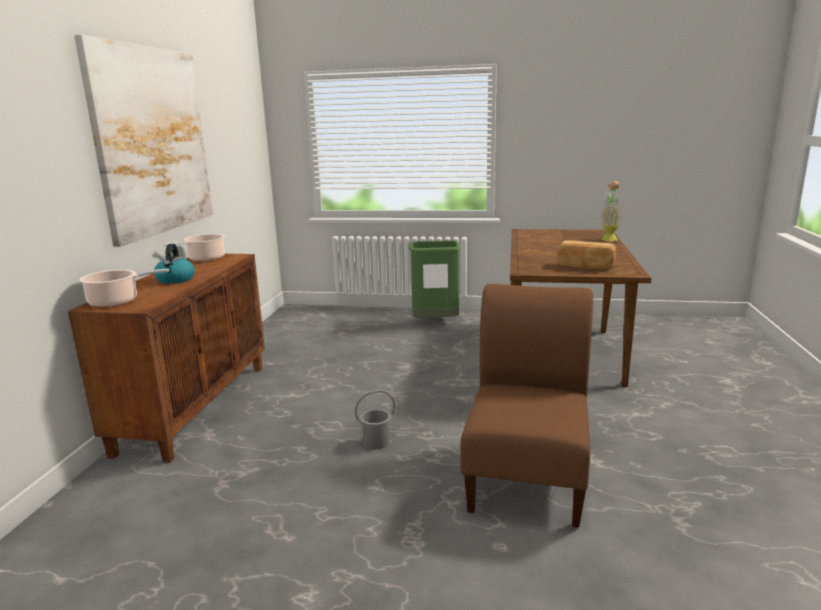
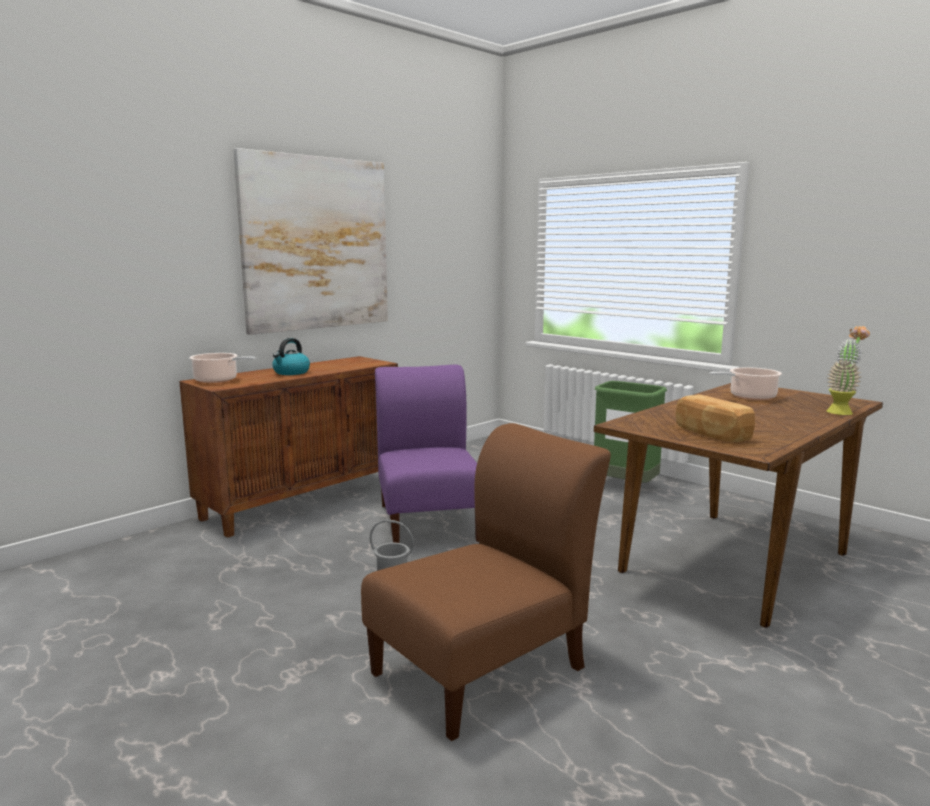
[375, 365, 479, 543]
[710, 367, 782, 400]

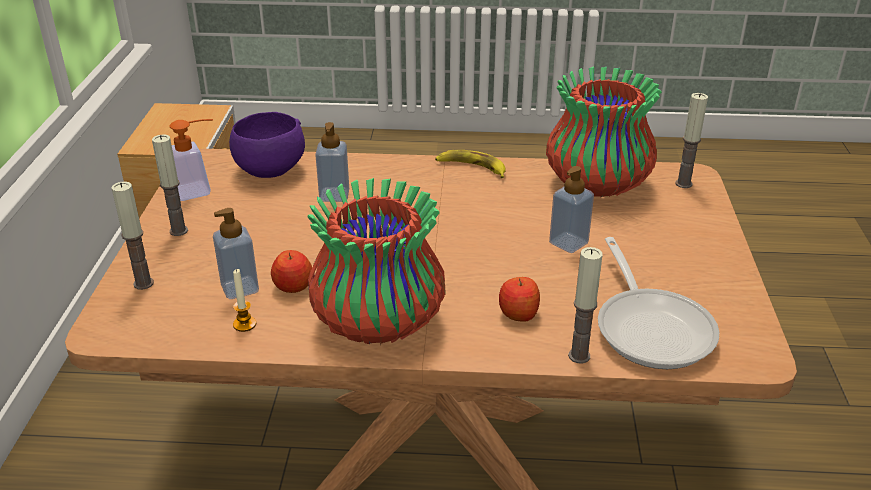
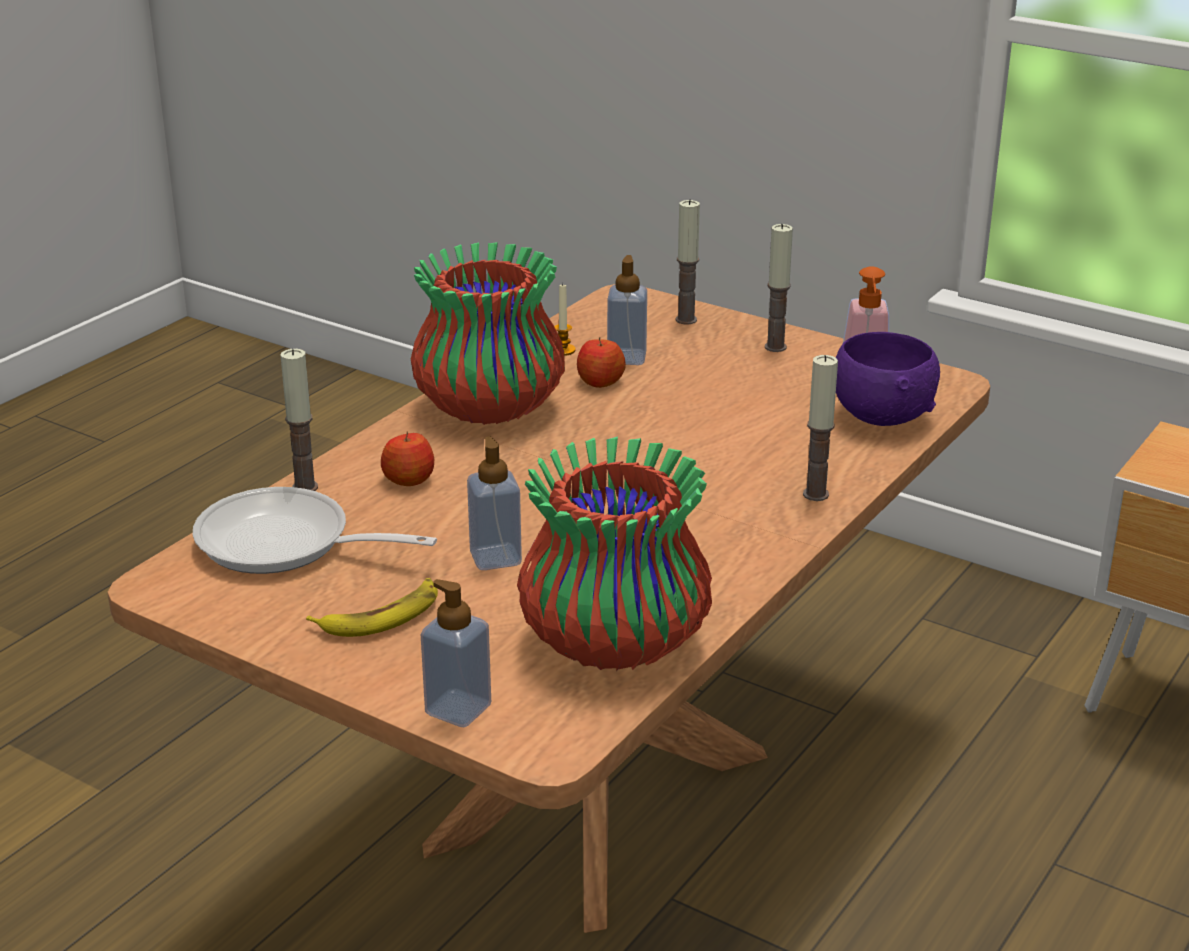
[421, 579, 491, 728]
[306, 578, 438, 637]
[803, 355, 838, 501]

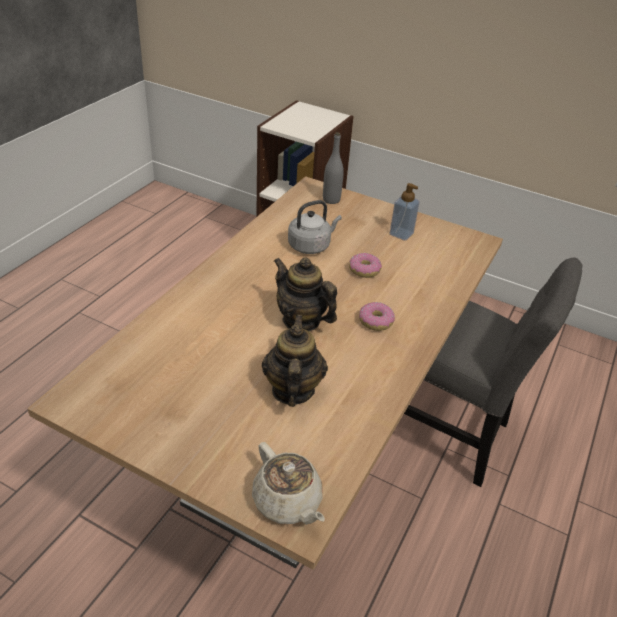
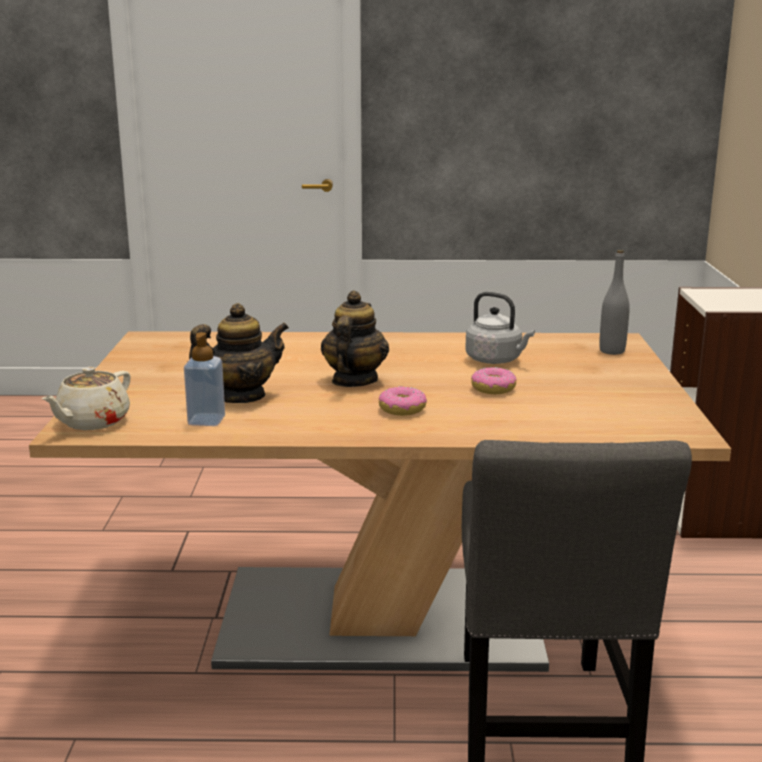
[184, 332, 225, 426]

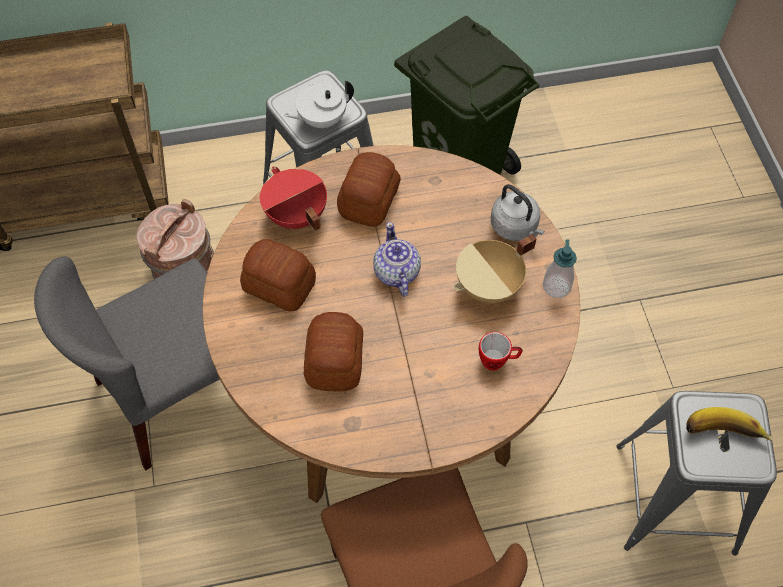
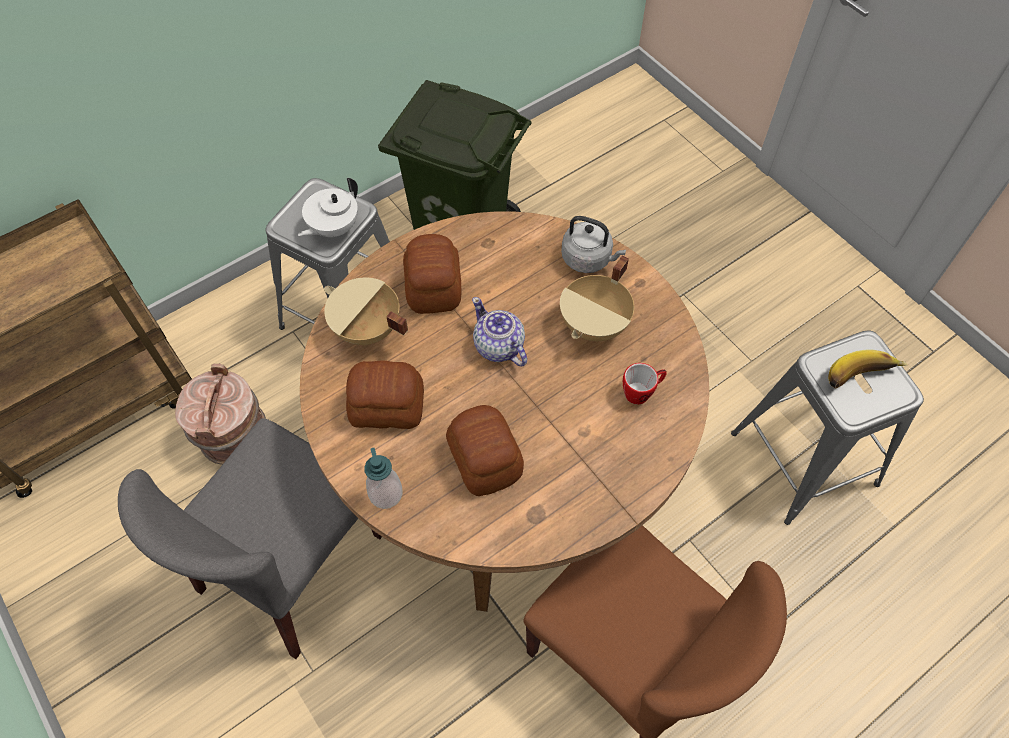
[364, 448, 403, 509]
[324, 278, 408, 345]

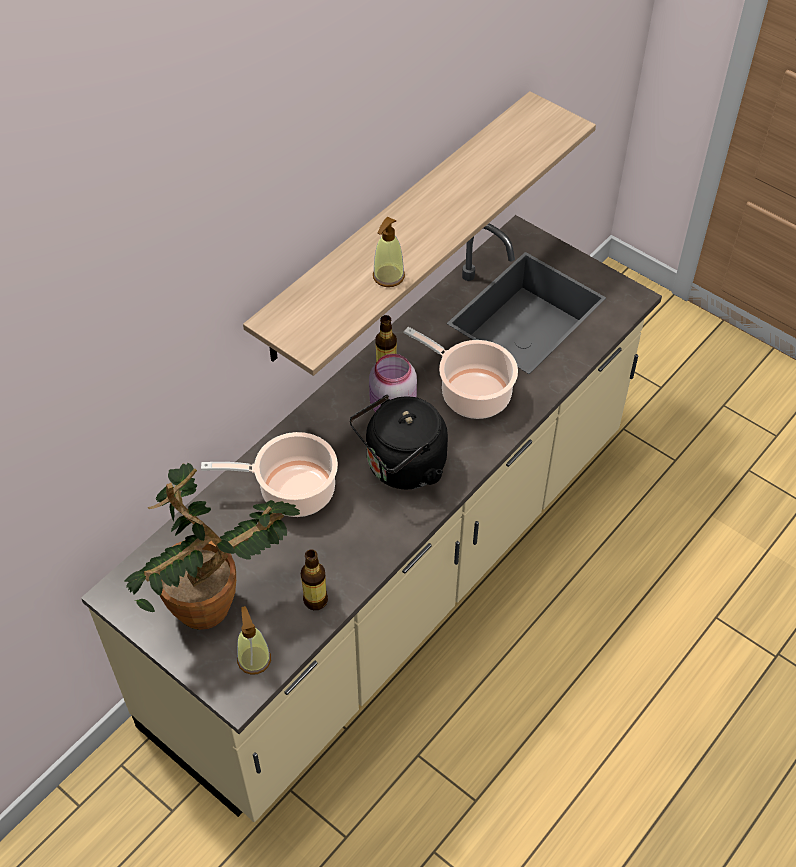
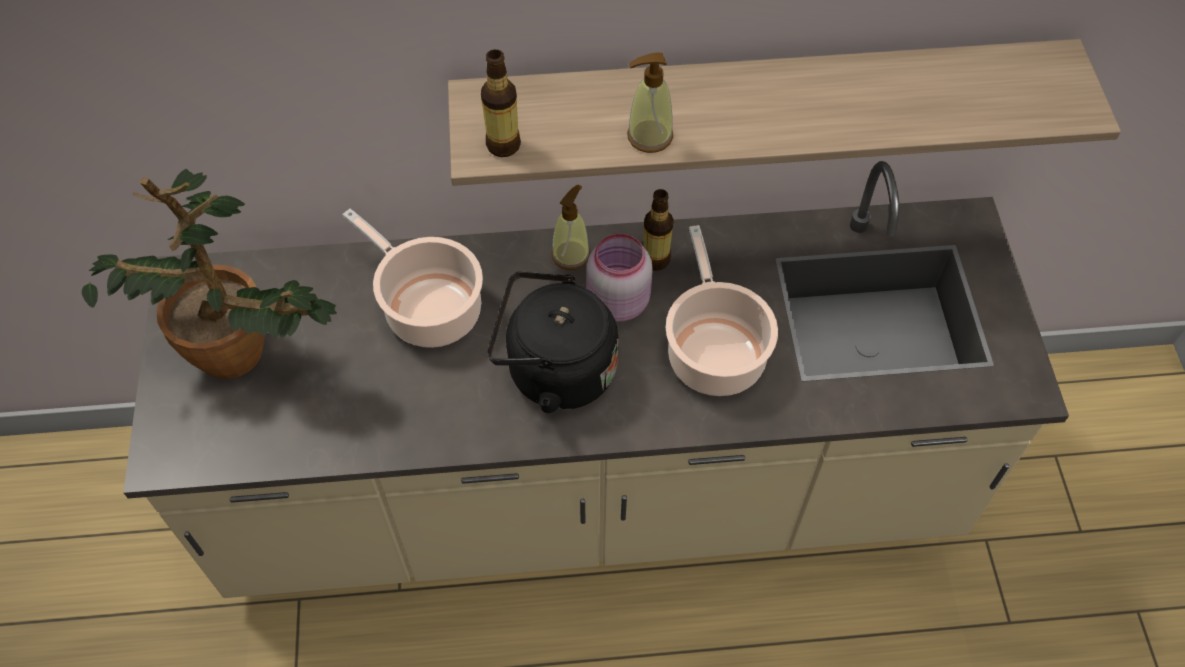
[552, 185, 590, 270]
[481, 49, 521, 157]

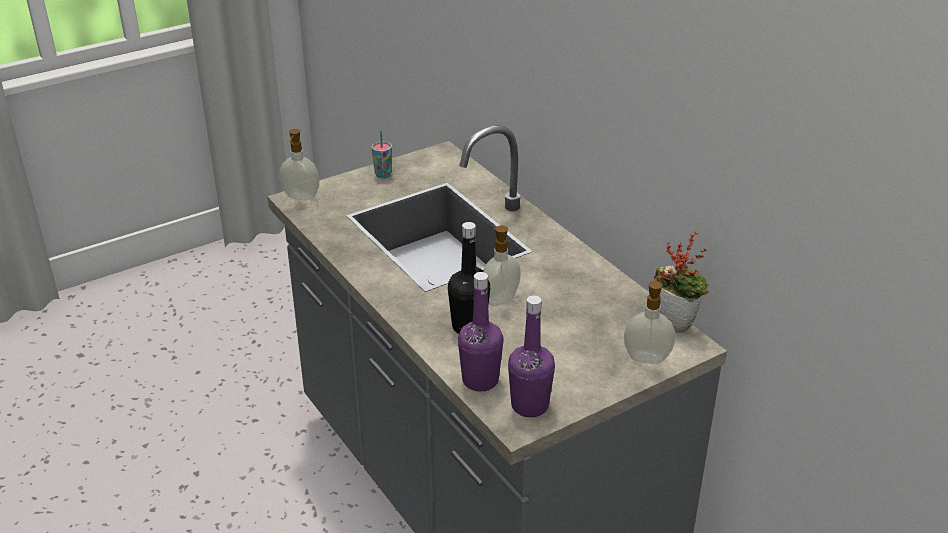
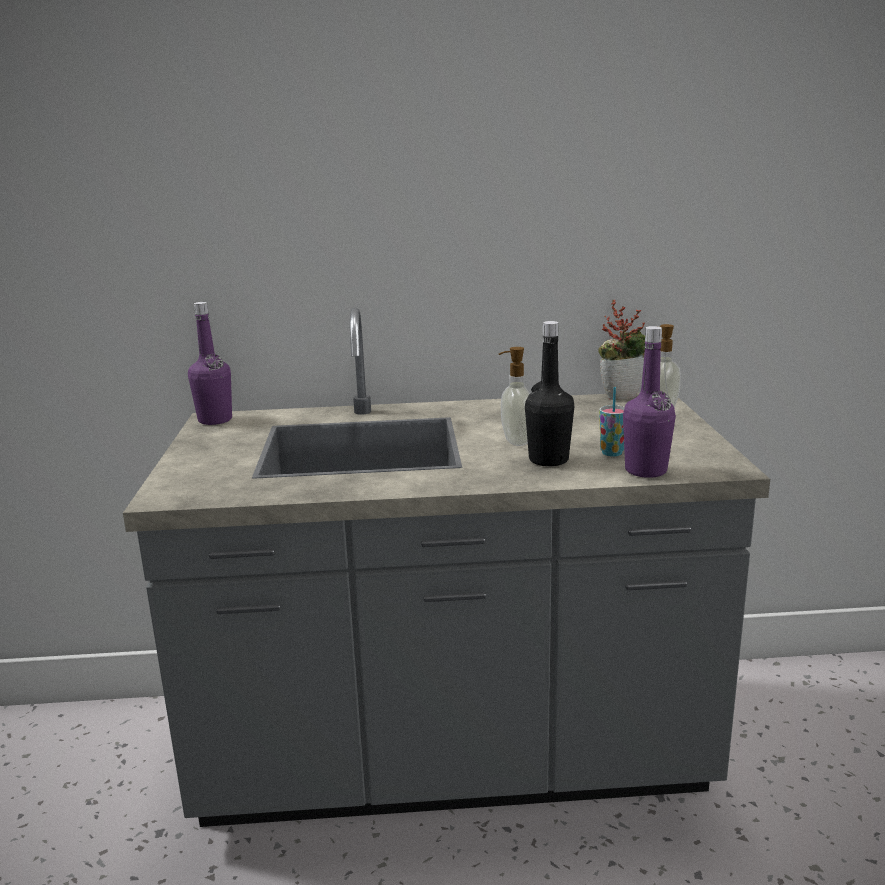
[279, 129, 320, 200] (first image)
[599, 387, 625, 457]
[188, 302, 232, 425]

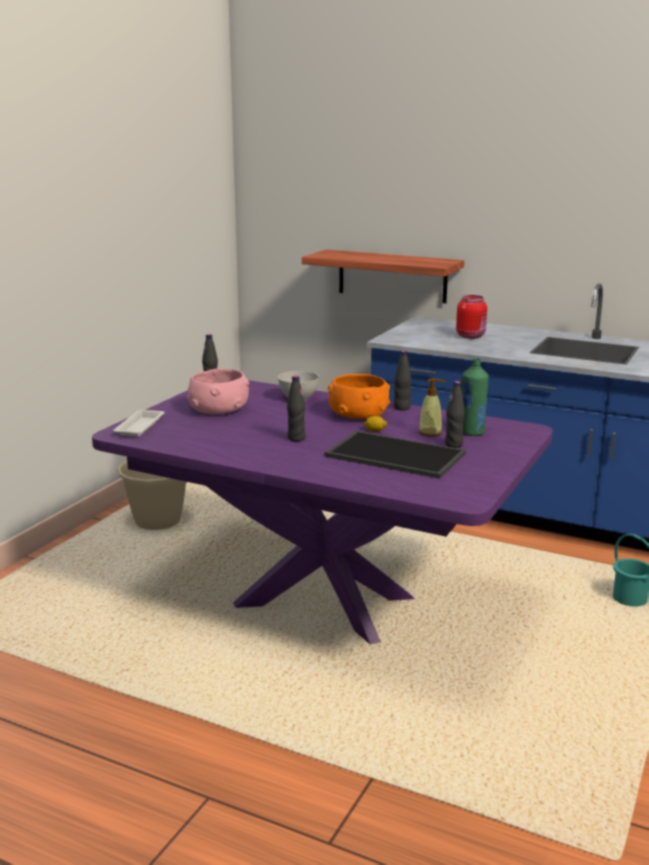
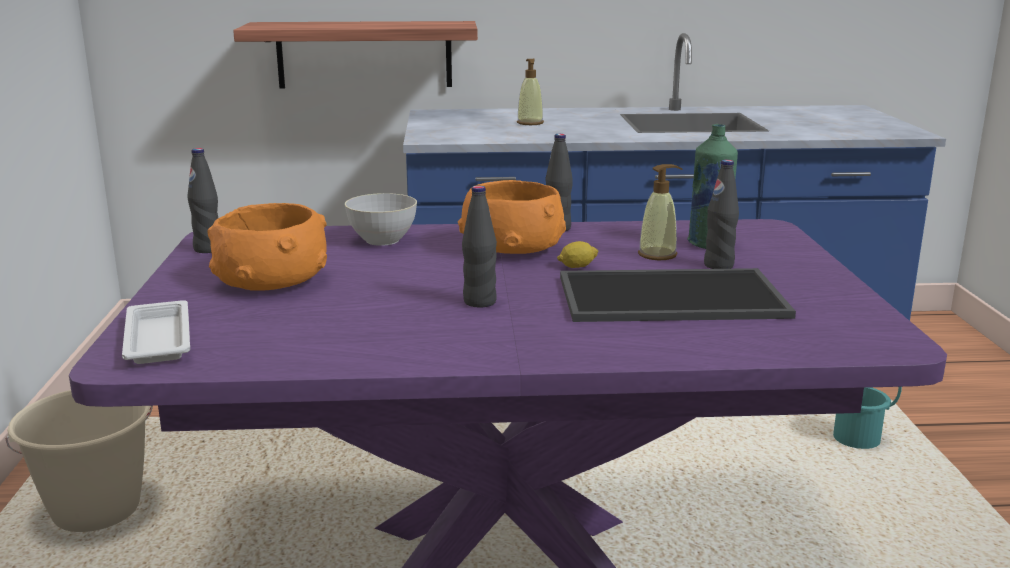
[517, 59, 544, 125]
[207, 203, 327, 291]

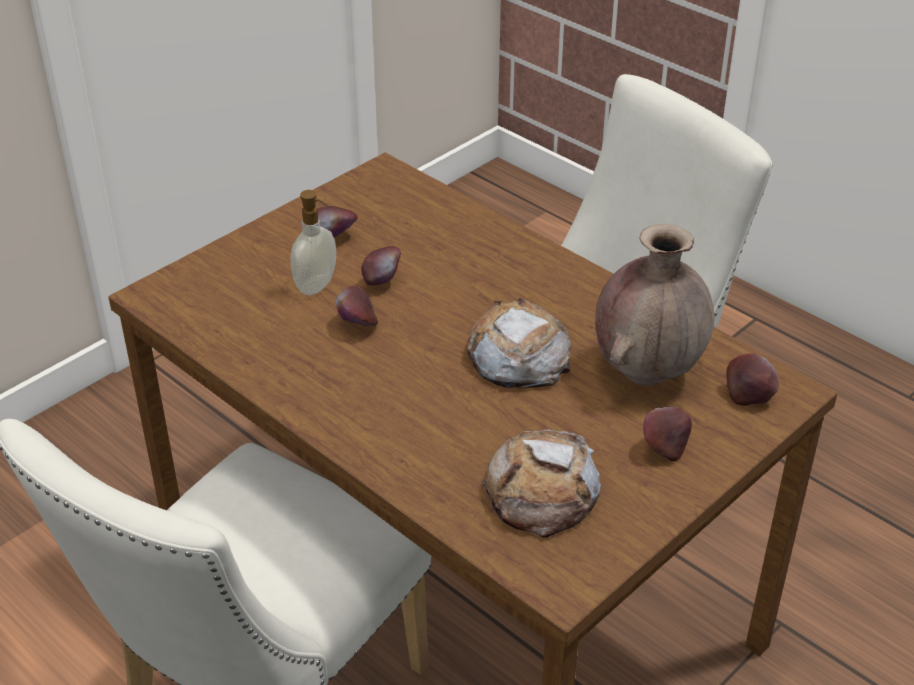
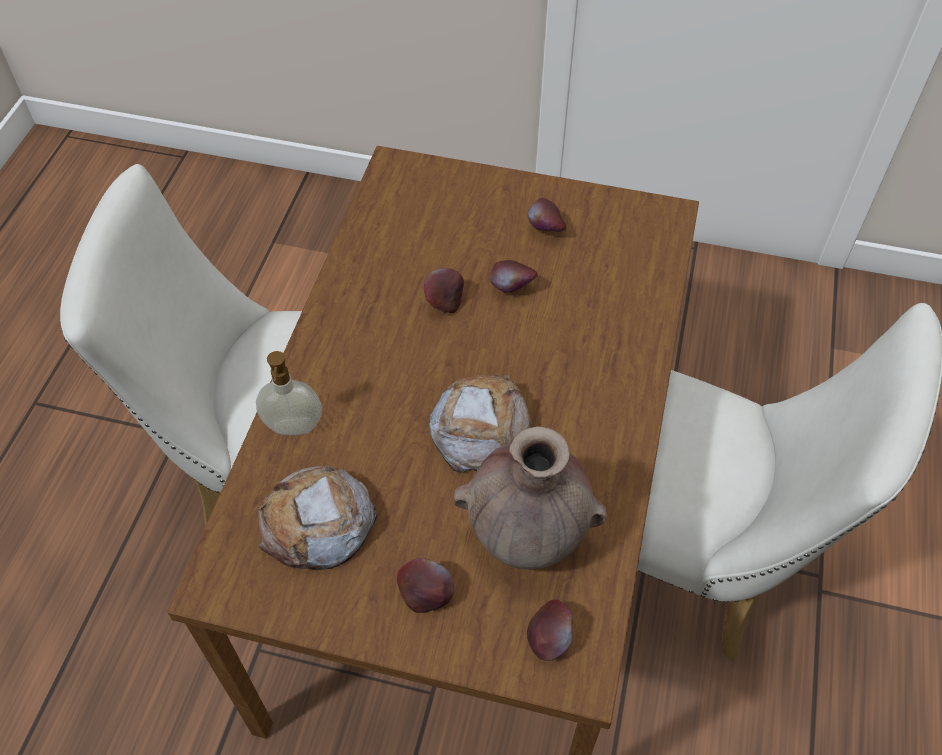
[256, 351, 322, 435]

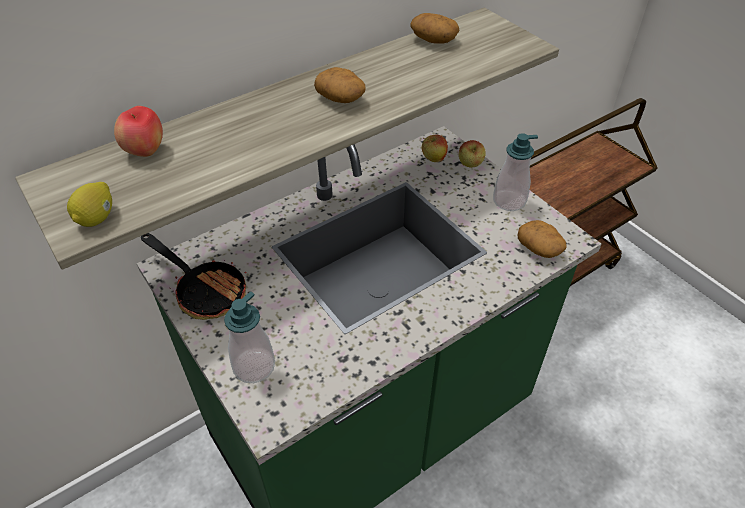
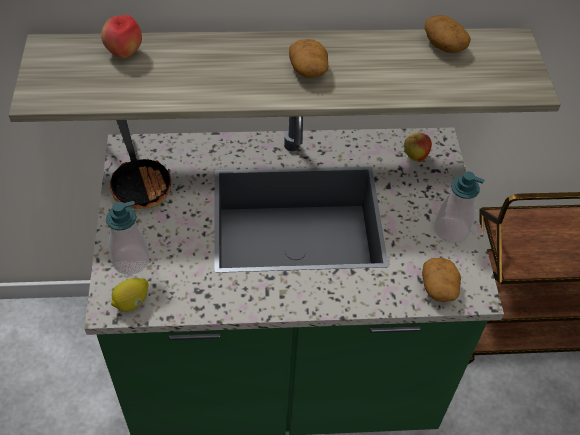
[459, 140, 486, 168] (first image)
[111, 278, 149, 312]

